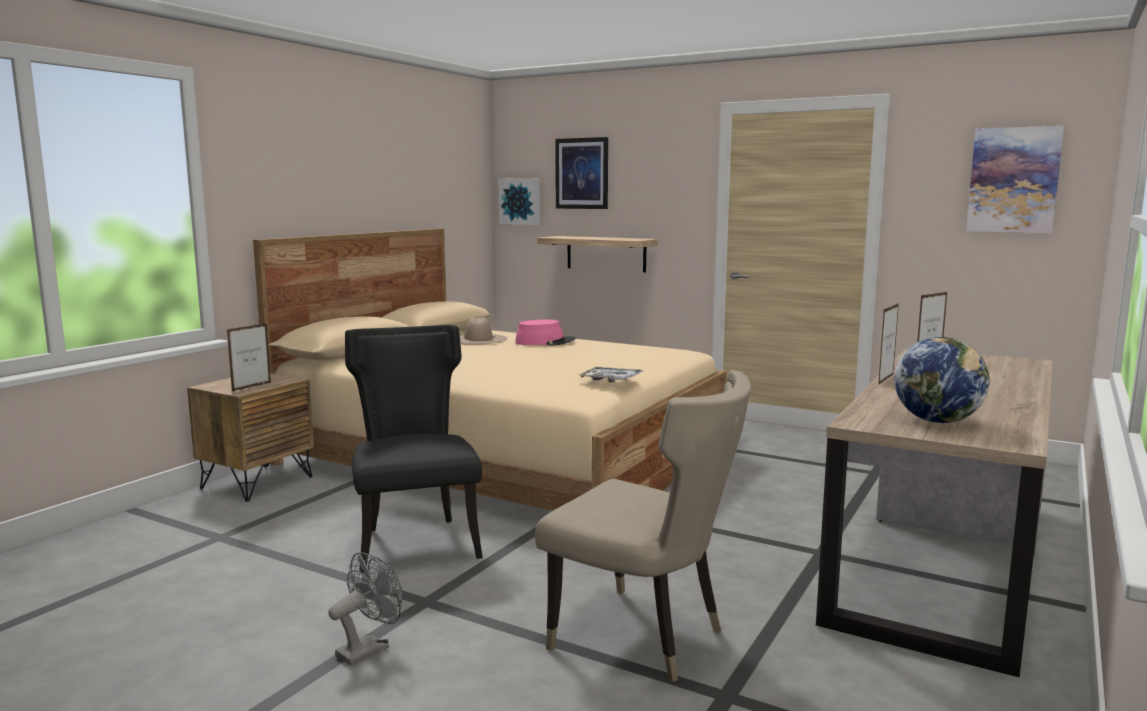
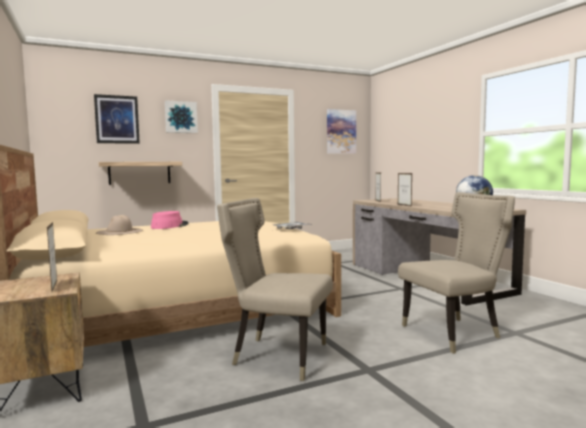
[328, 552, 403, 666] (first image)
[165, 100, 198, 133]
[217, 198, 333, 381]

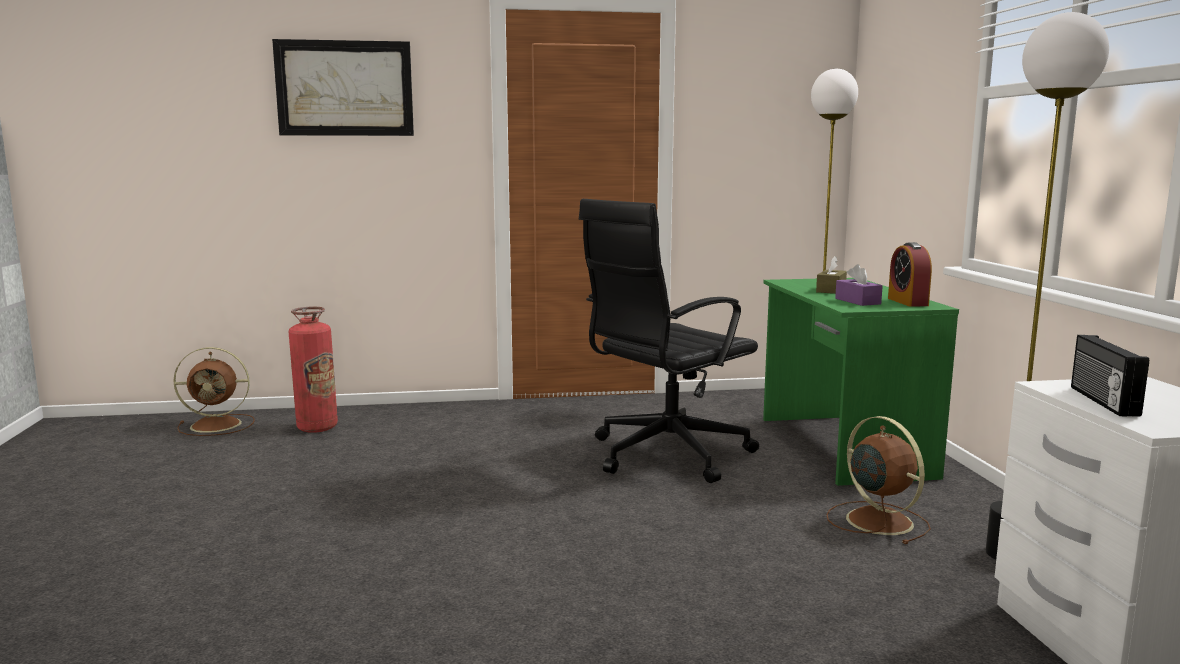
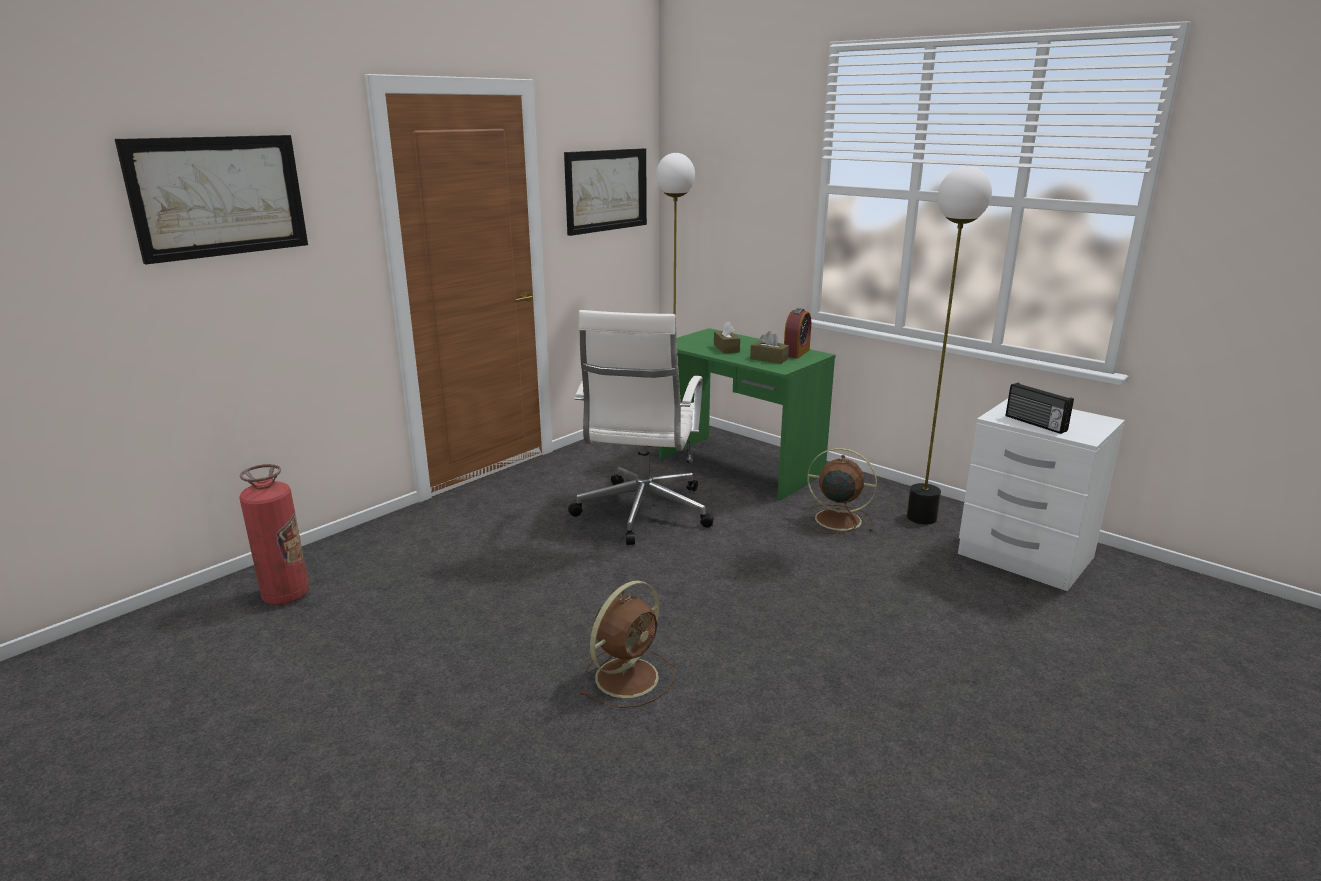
[564, 148, 647, 236]
[579, 580, 674, 708]
[568, 310, 714, 545]
[750, 331, 789, 364]
[784, 308, 811, 359]

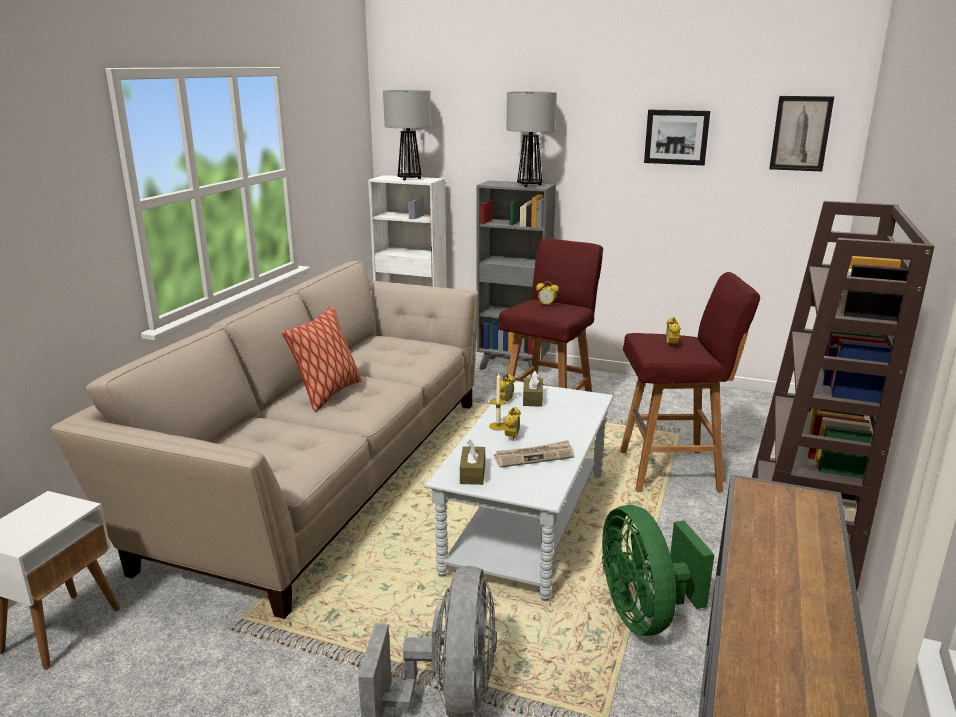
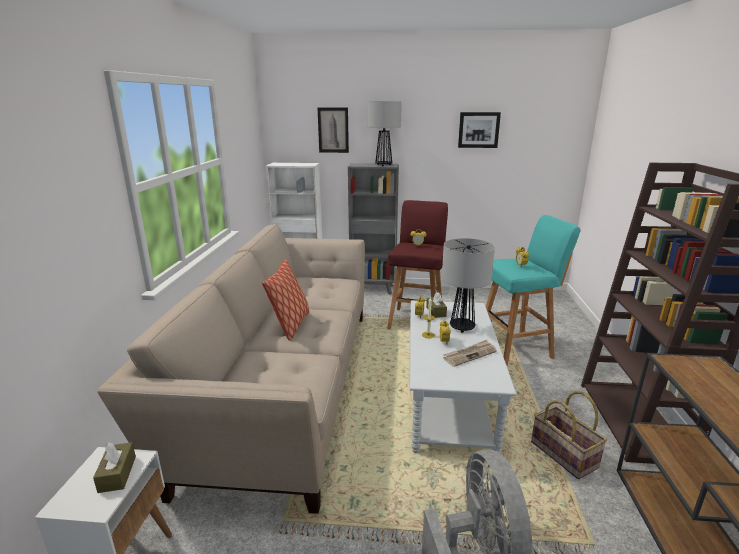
[442, 238, 495, 333]
[93, 442, 136, 493]
[318, 108, 349, 153]
[531, 391, 607, 479]
[486, 215, 581, 366]

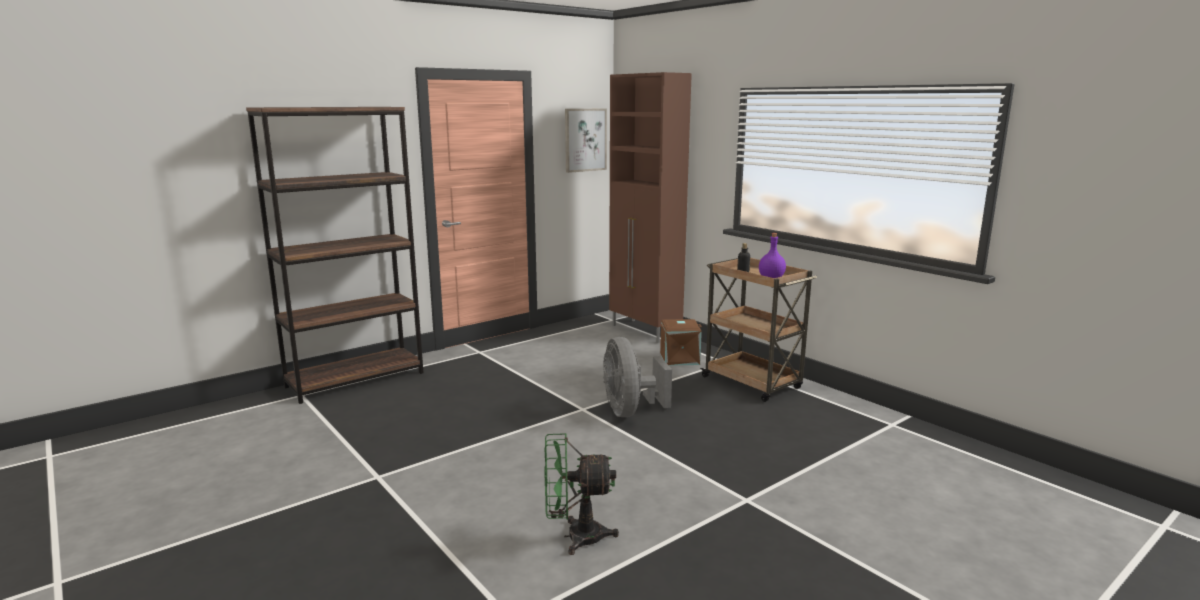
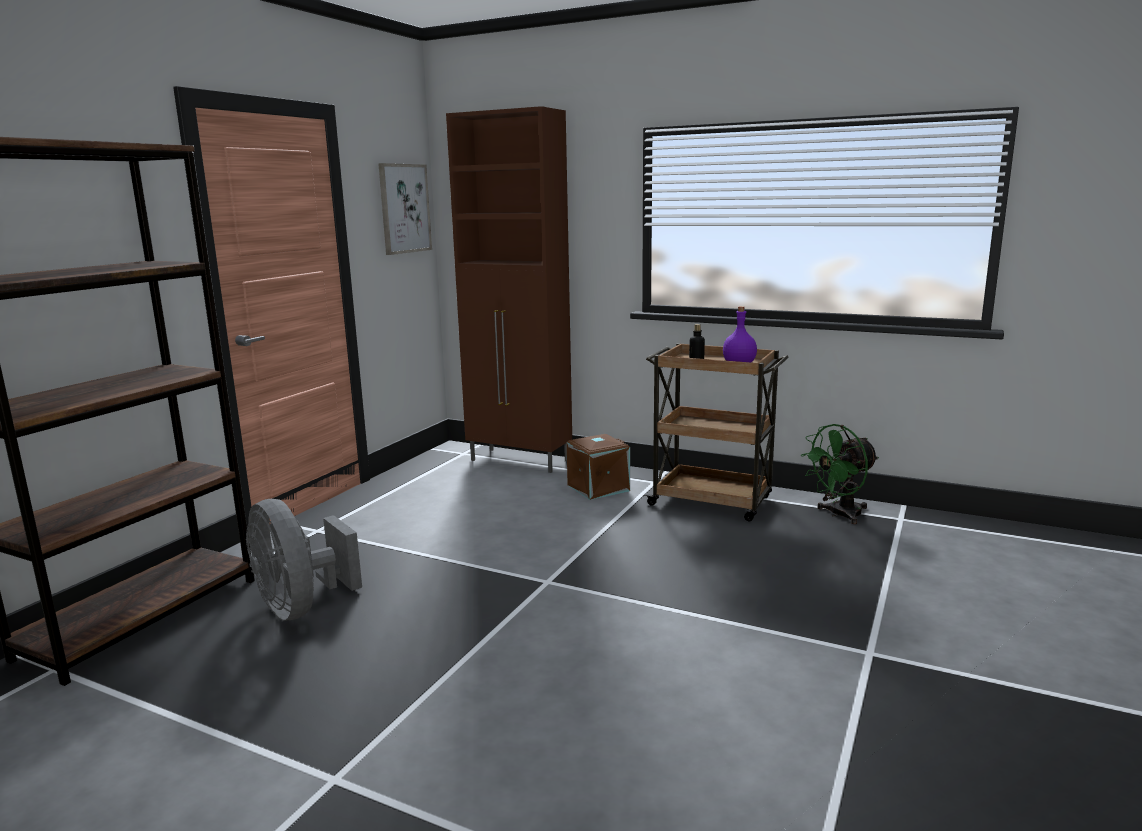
[801, 424, 879, 525]
[246, 499, 362, 621]

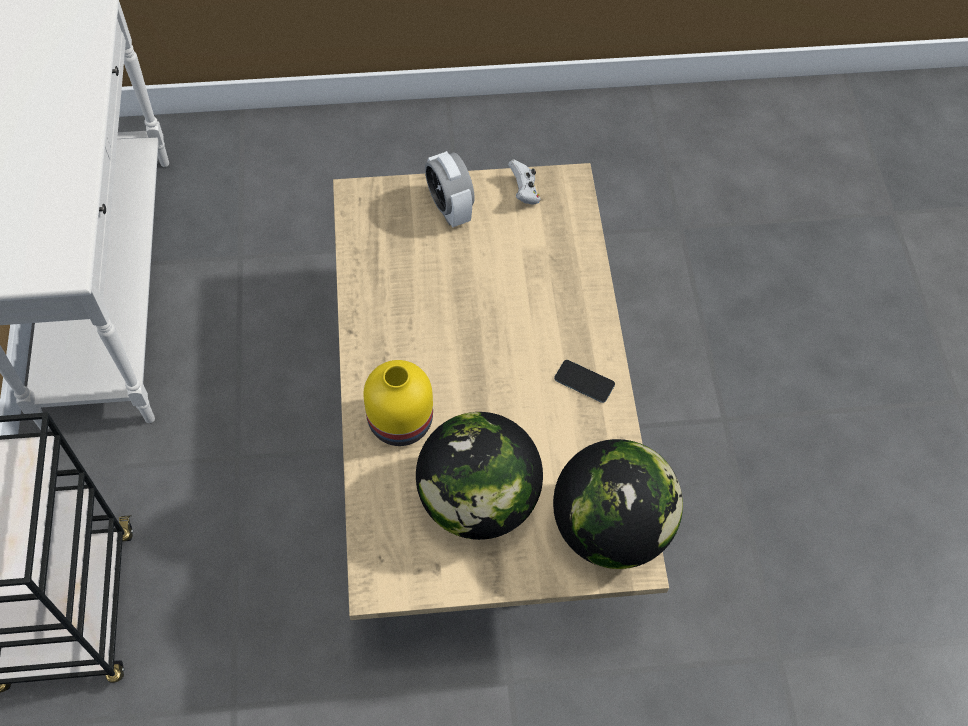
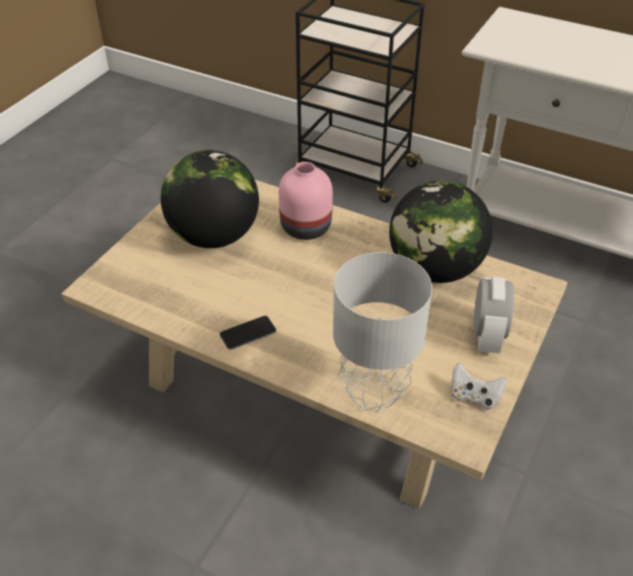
[333, 252, 432, 411]
[389, 181, 493, 283]
[279, 162, 333, 240]
[474, 277, 514, 353]

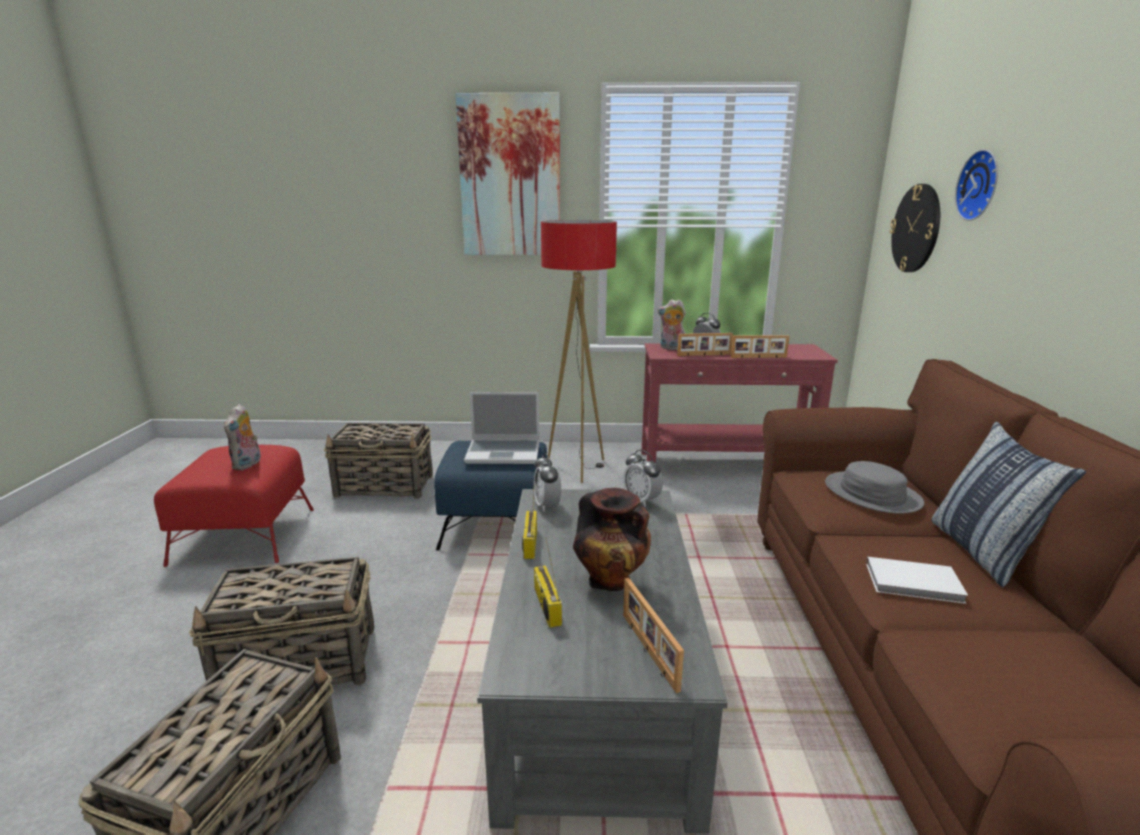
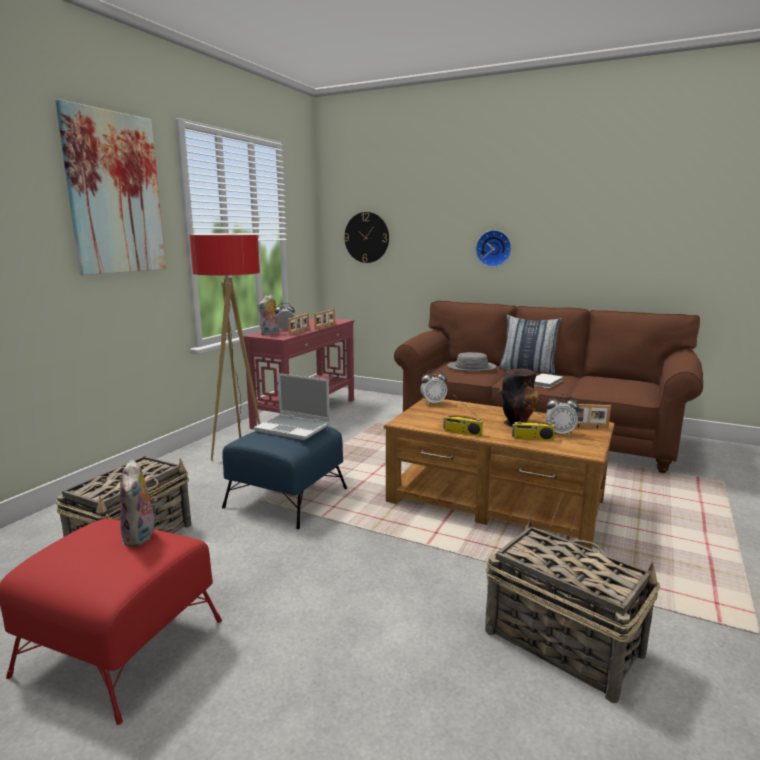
[189, 556, 374, 685] (first image)
[546, 394, 579, 436]
[476, 230, 511, 267]
[384, 398, 614, 549]
[120, 459, 157, 547]
[254, 373, 330, 440]

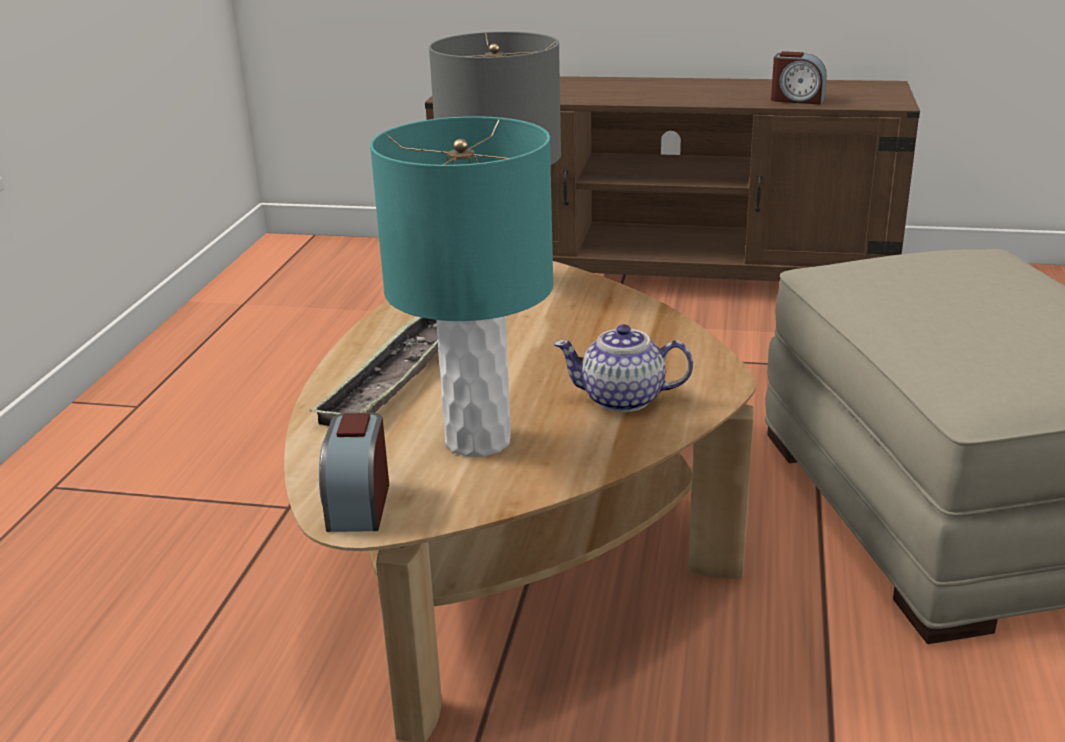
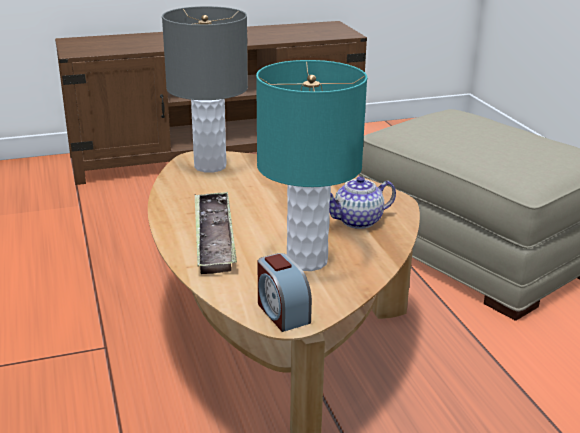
[771, 51, 827, 105] (first image)

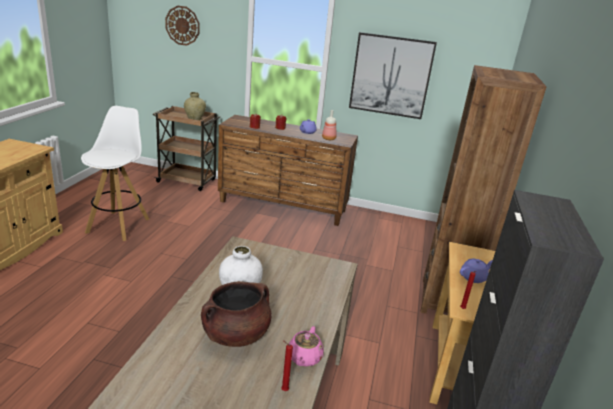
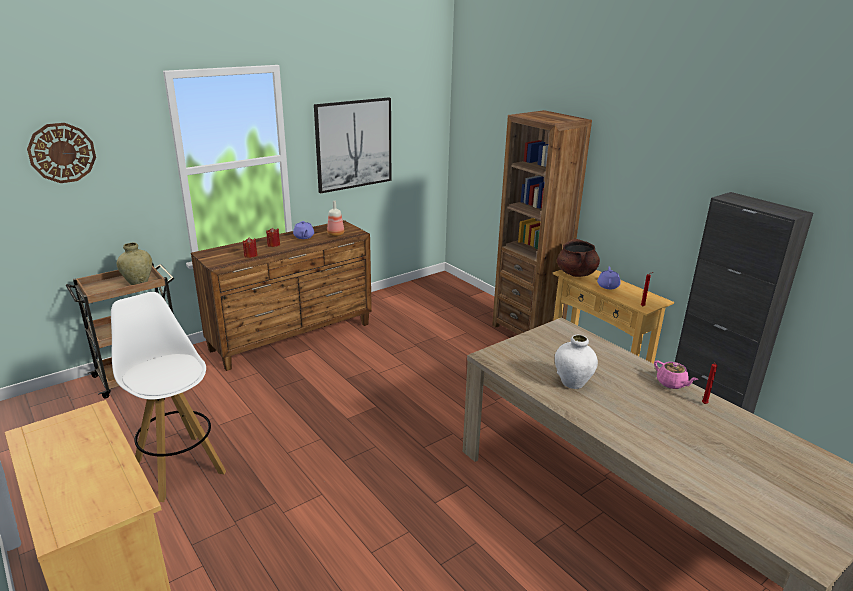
[557, 239, 600, 277]

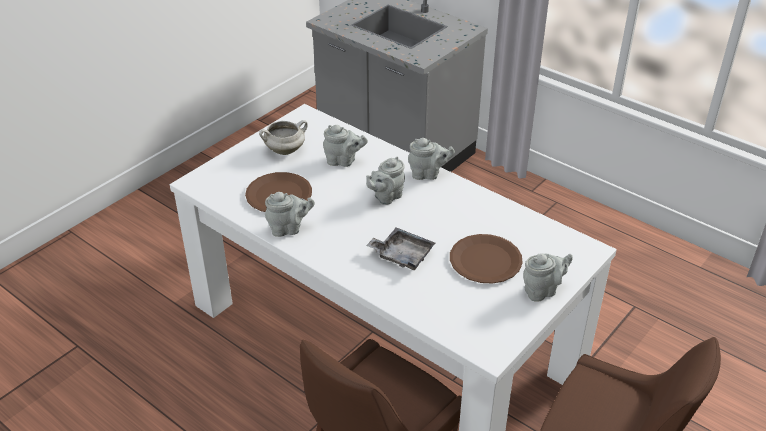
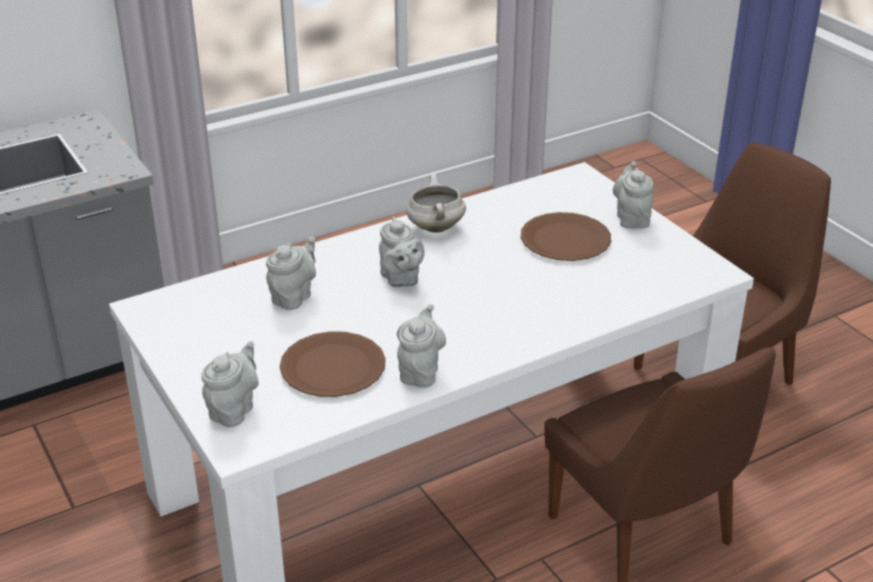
[366, 227, 435, 270] (first image)
[406, 174, 466, 233]
[201, 341, 259, 427]

